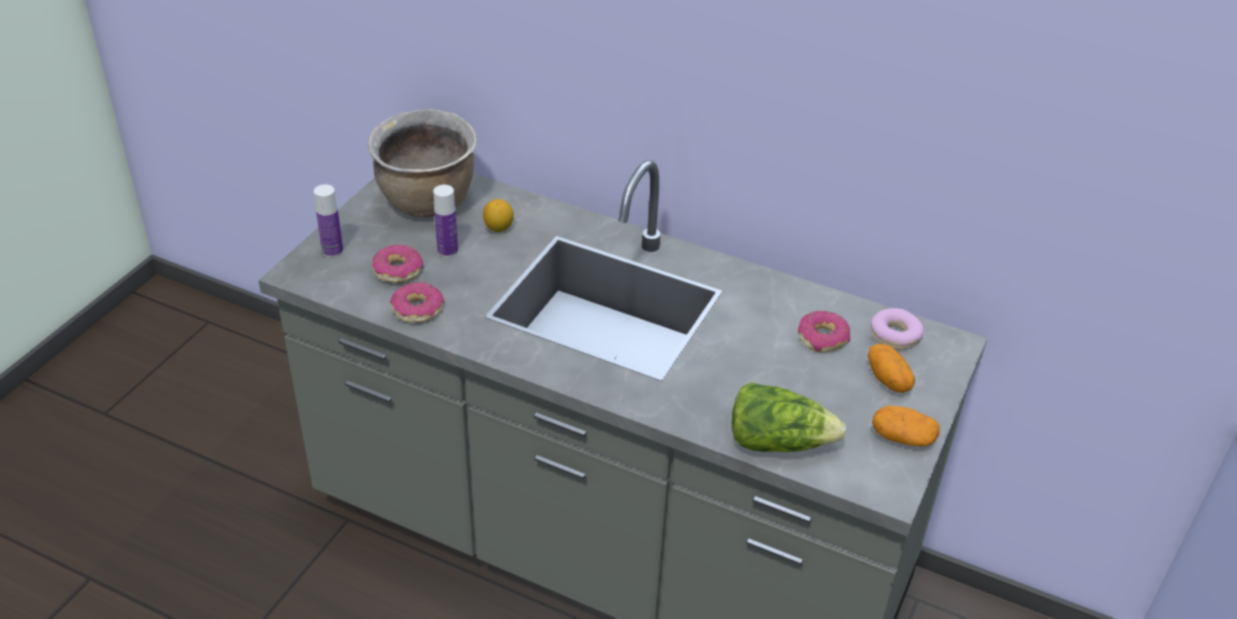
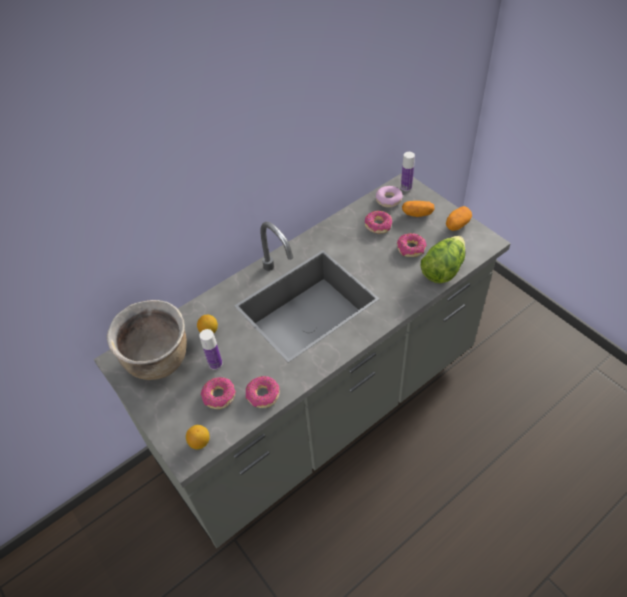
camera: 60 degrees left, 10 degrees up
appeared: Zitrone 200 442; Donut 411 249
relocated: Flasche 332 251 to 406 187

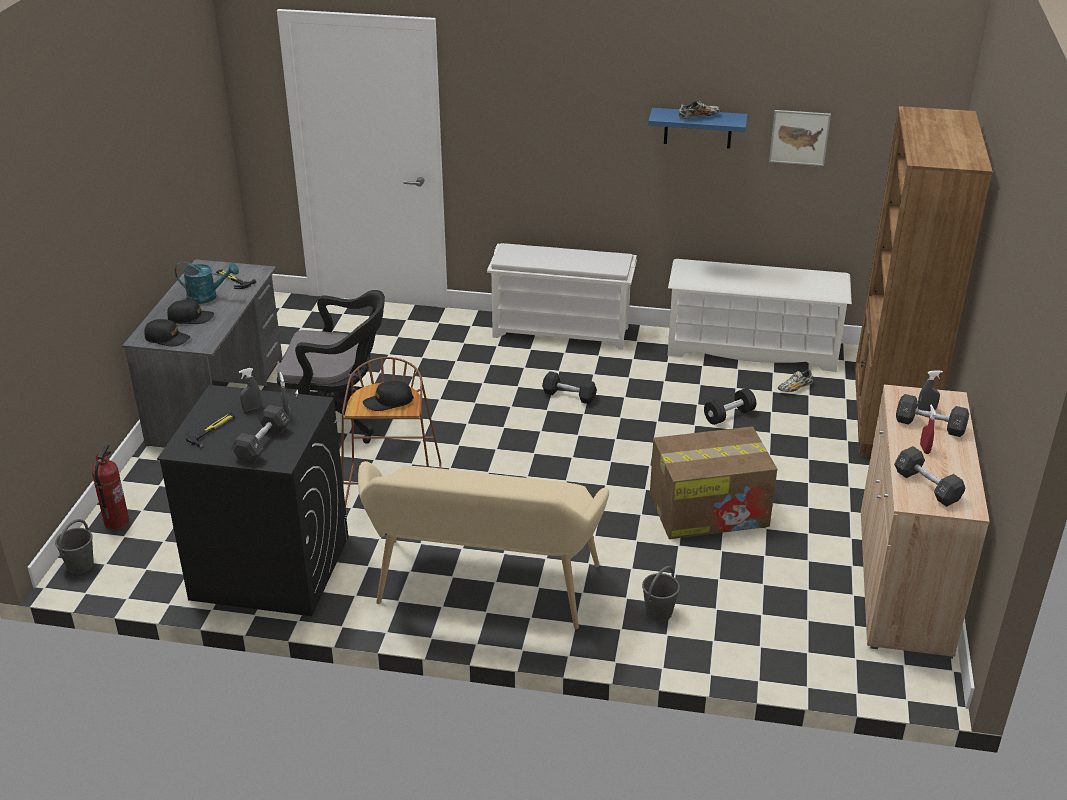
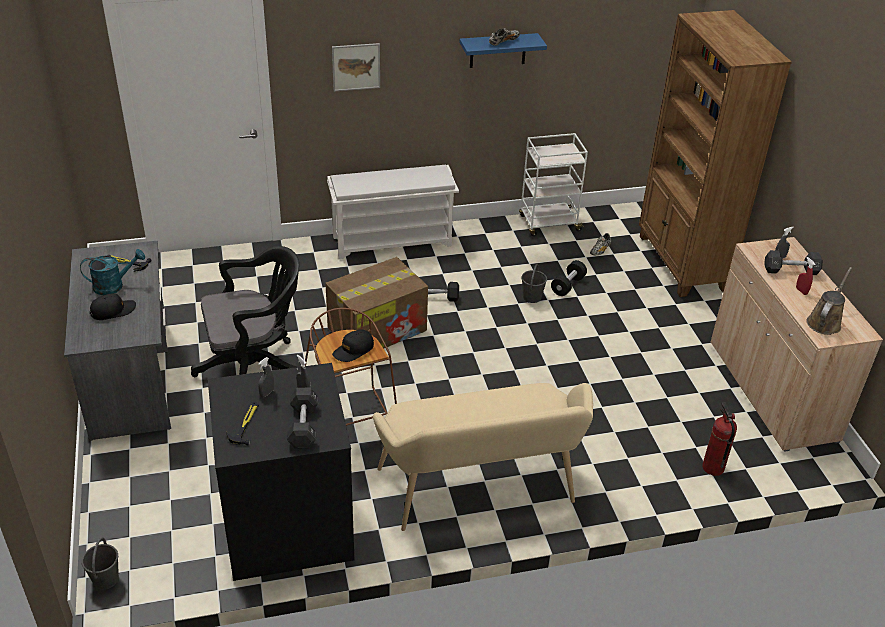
camera: 25 degrees left, 5 degrees up
missing: Kappe/schwarz 167 338
relocated: Feuerlöscher 116 522 to 712 467; Eimer/grau 658 612 to 532 297; Karton 710 510 to 378 328; Bild 799 137 to 356 67
exchanged: Schuhregal/weiß 752 349 to Rollwagen/weiß 548 223; Hantel/schwarz 927 486 to Gießkanne/braun 824 322

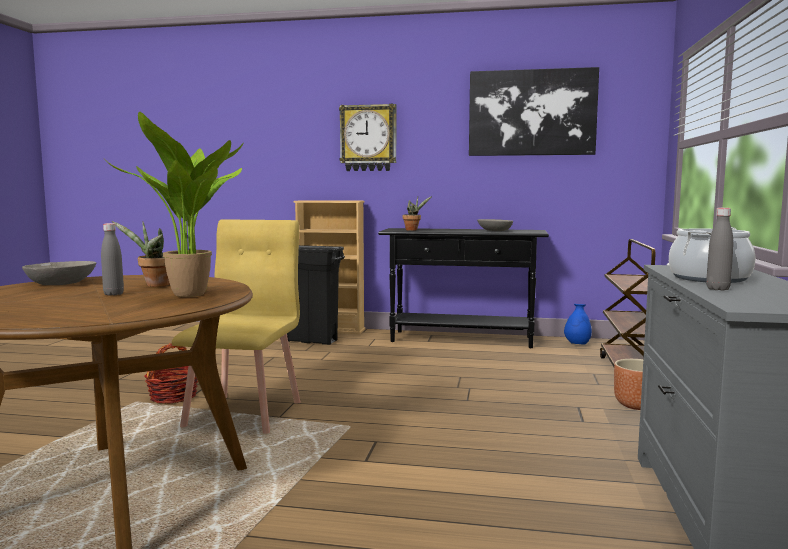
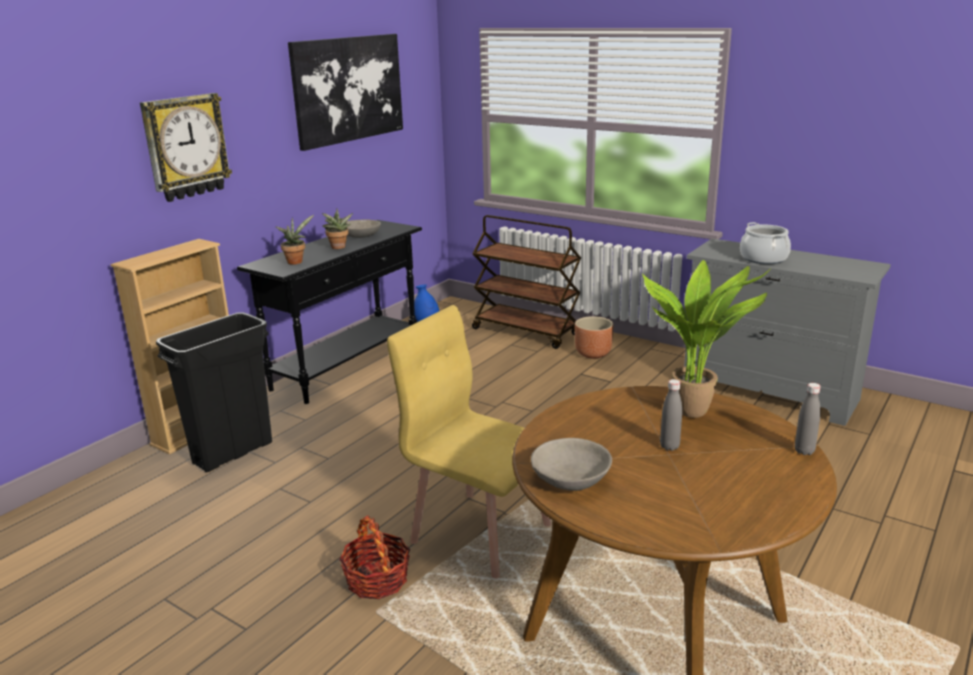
camera: 65 degrees left, 15 degrees up
relocated: Topfpflanze 154 285 to 338 248; Flasche/grau 717 289 to 804 451

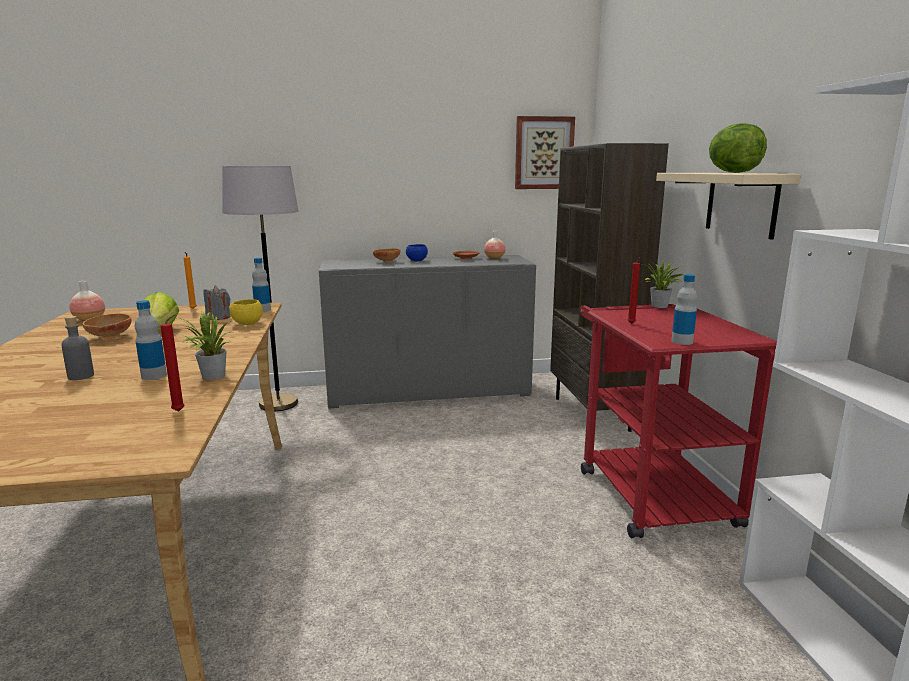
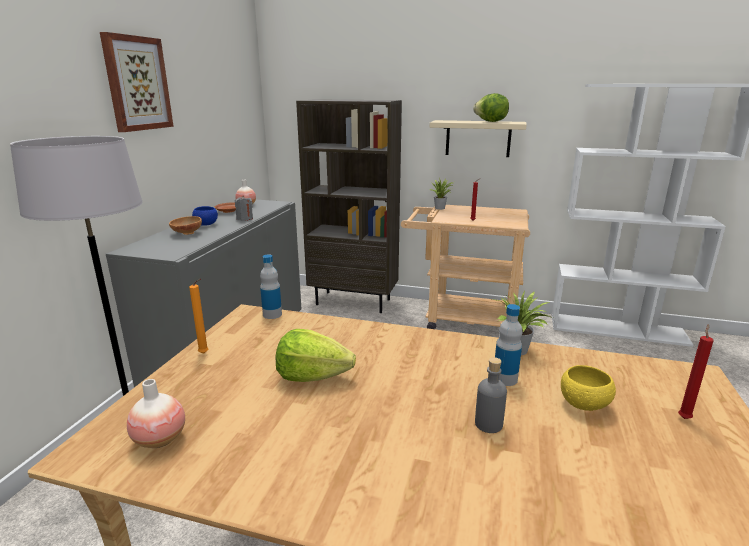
camera: 65 degrees left, 5 degrees up
missing: Schüssel/braun 109 337; Flasche 682 341
relocated: Kerze/rot 180 411 to 684 417; Kerze/grau 218 317 to 244 219; Schüssel/gelb 247 323 to 583 404; Bild 543 153 to 137 84
colour: Rollwagen/rot 649 490 to Rollwagen/beige 461 319

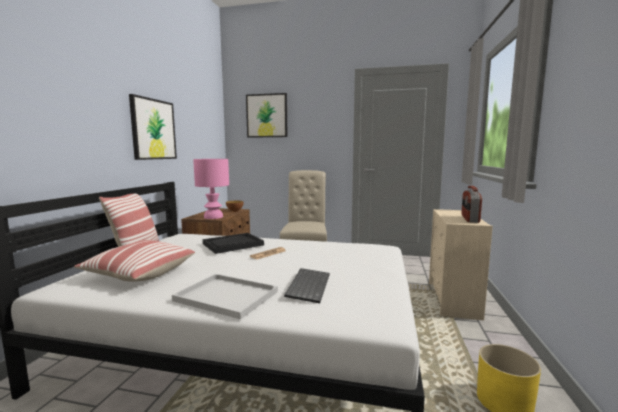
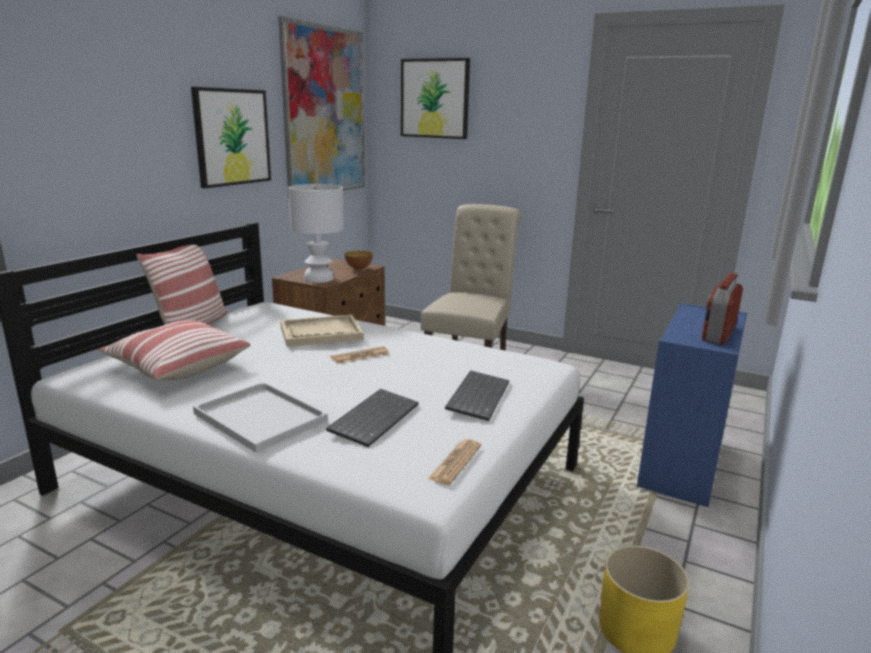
camera: 15 degrees right, 10 degrees up
appeared: Bild 325 112; Zeitung 455 462; Tastatur 477 396
colour: Tischlampe/rosa 214 217 to Tischlampe/weiß 319 278; Tablett/schwarz 233 244 to Tablett/beige 321 333; Kommode/beige 453 300 to Kommode/blau 681 464

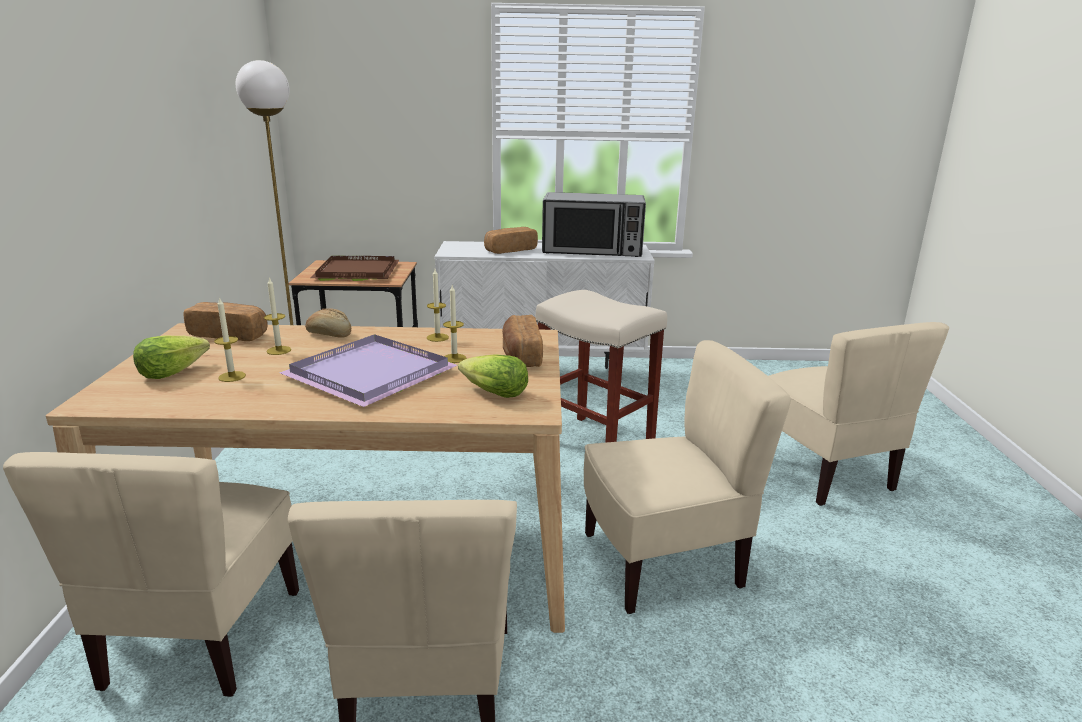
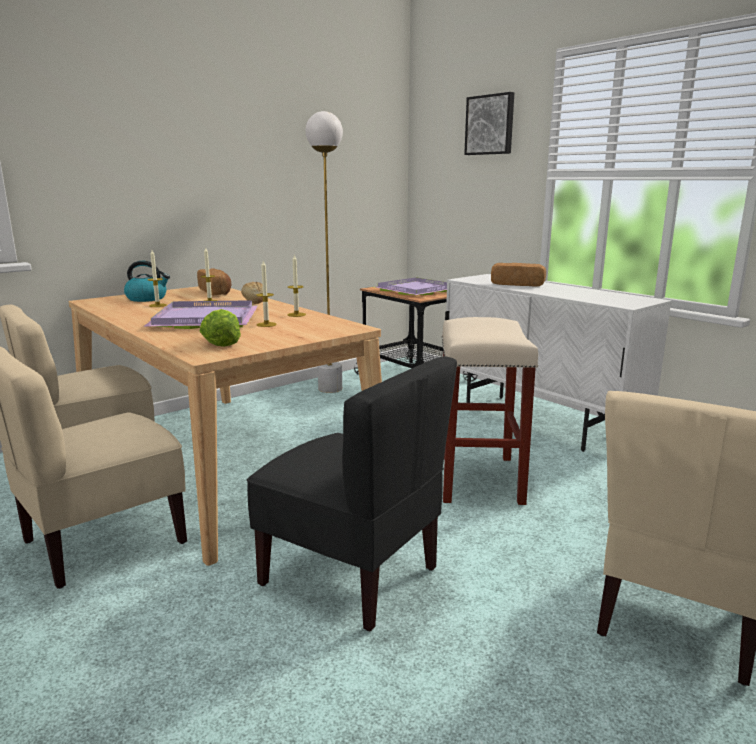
camera: 50 degrees right, 5 degrees down
missing: Brot 521 355; Mikrowelle 592 251
appeared: Bild 490 125
exchanged: Salatkopf 172 372 to Wasserkessel 147 298
colour: Tablett/braun 355 272 to Tablett/lila 414 290; Stuhl/beige 663 562 to Stuhl/schwarz 351 575

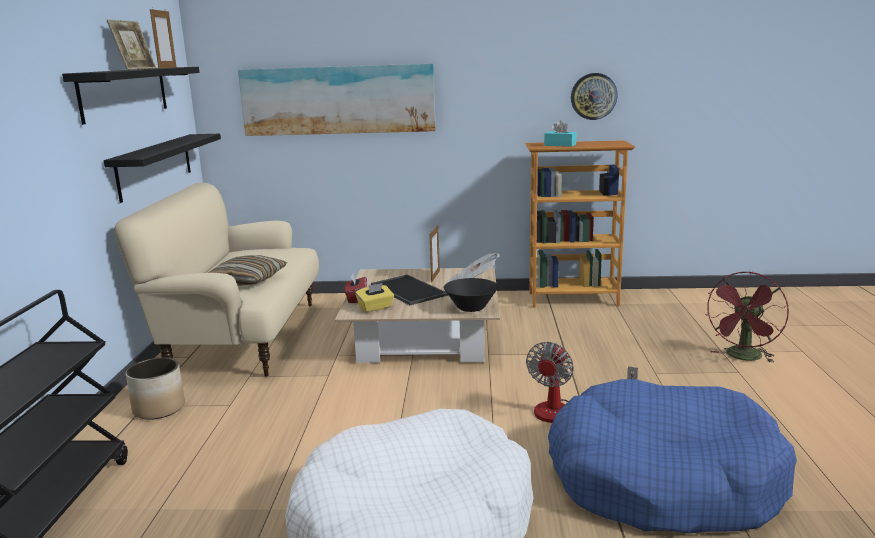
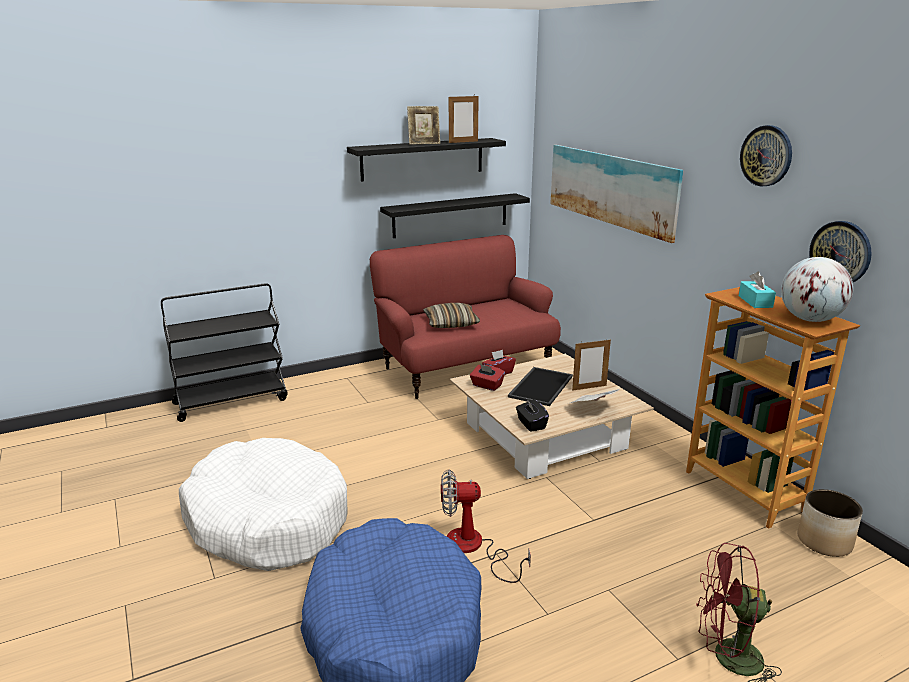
camera: 60 degrees right, 5 degrees up
appeared: Wanduhr 766 156; Globus 810 319
relocated: Pflanzkübel 159 408 to 824 541
exchanged: Schüssel/schwarz 471 308 to Taschentuchbox/schwarz 531 424
colour: Sofa/beige 243 337 to Sofa/rot 465 367; Taschentuchbox/gelb 375 308 to Taschentuchbox/rot 486 386

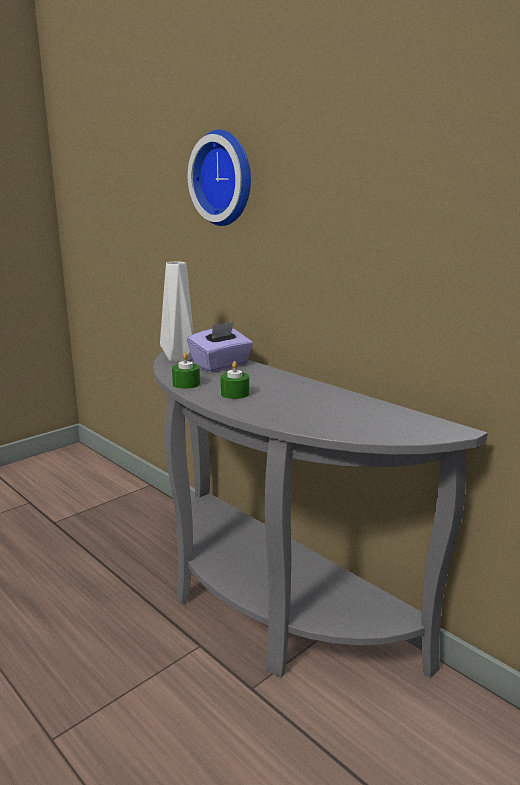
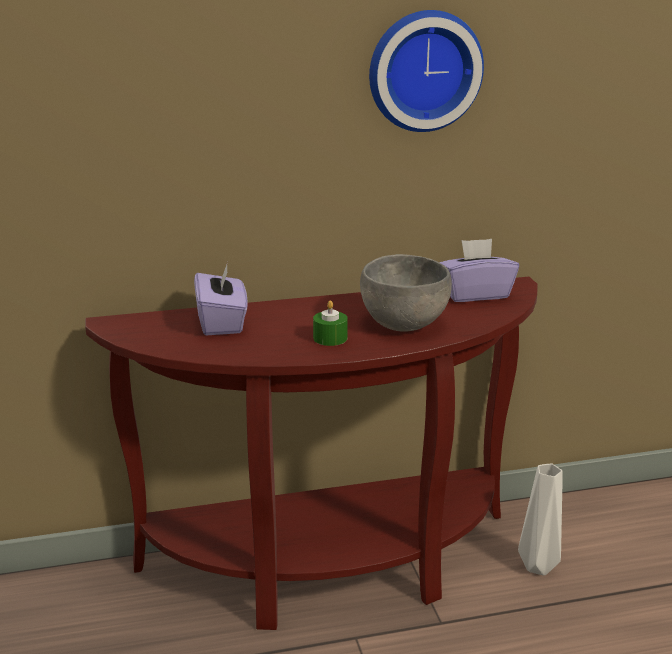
camera: 60 degrees left, 5 degrees up
missing: Kerze/grün 186 384
appeared: Schüssel/grau 403 325; Taschentuchbox/lila 475 294
relocated: Vase/grau 177 359 to 538 568; Wanduhr 225 178 to 423 70
colour: Konsolentisch/grau 267 605 to Konsolentisch/braun 333 569

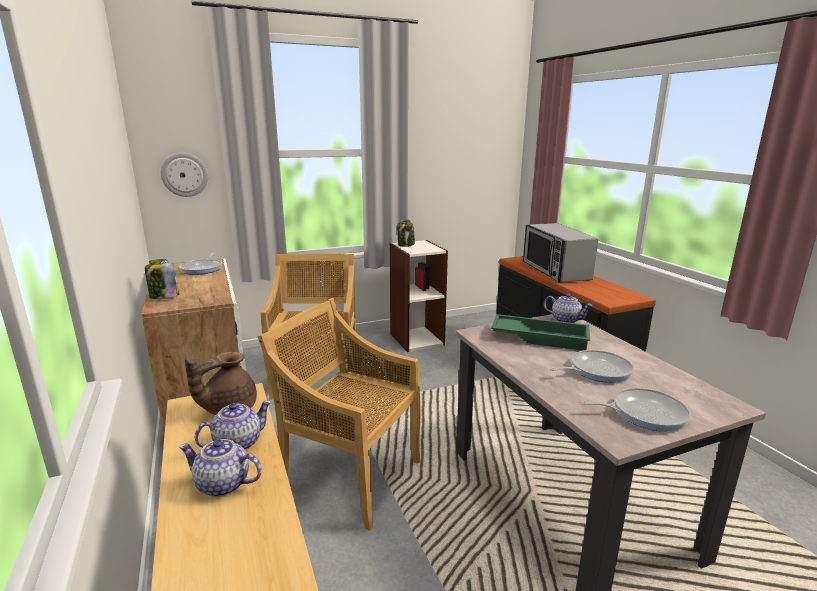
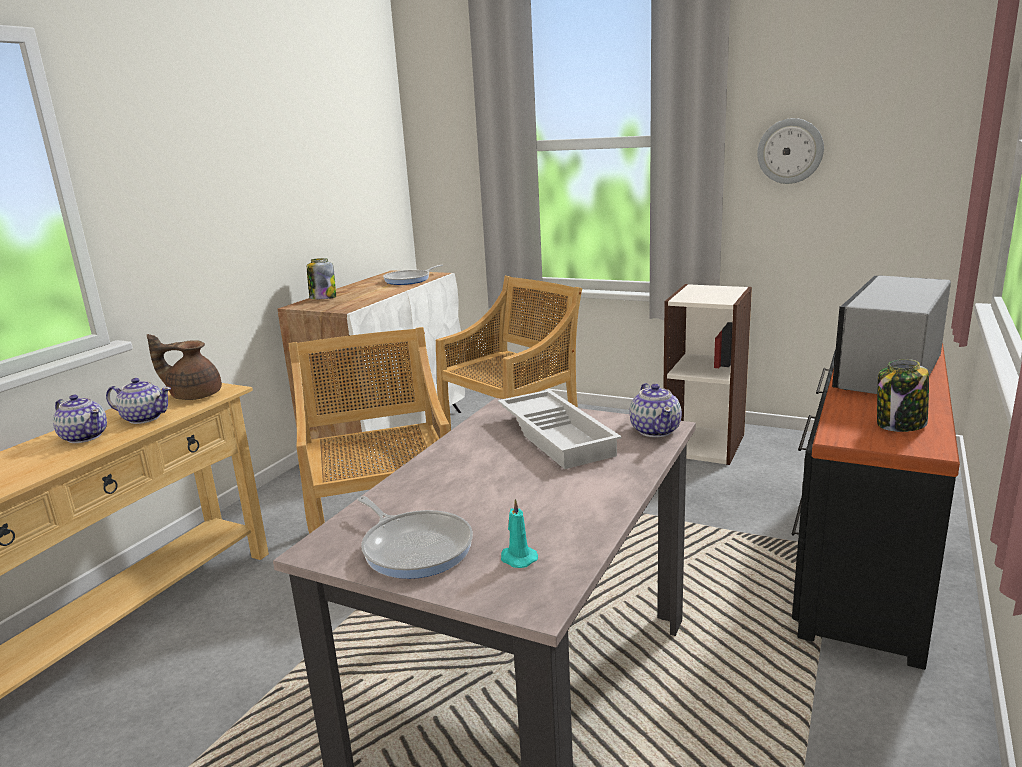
camera: 50 degrees right, 0 degrees up
missing: Pfanne 596 370
appeared: Kerze/türkis 517 558
relocated: Wanduhr 184 174 to 790 151; Vorratsglas 406 245 to 900 425
colour: Tablett/grün 540 337 to Tablett/weiß 558 436
spun: Teekanne 223 485 = 84 436 150 degrees clockwise

